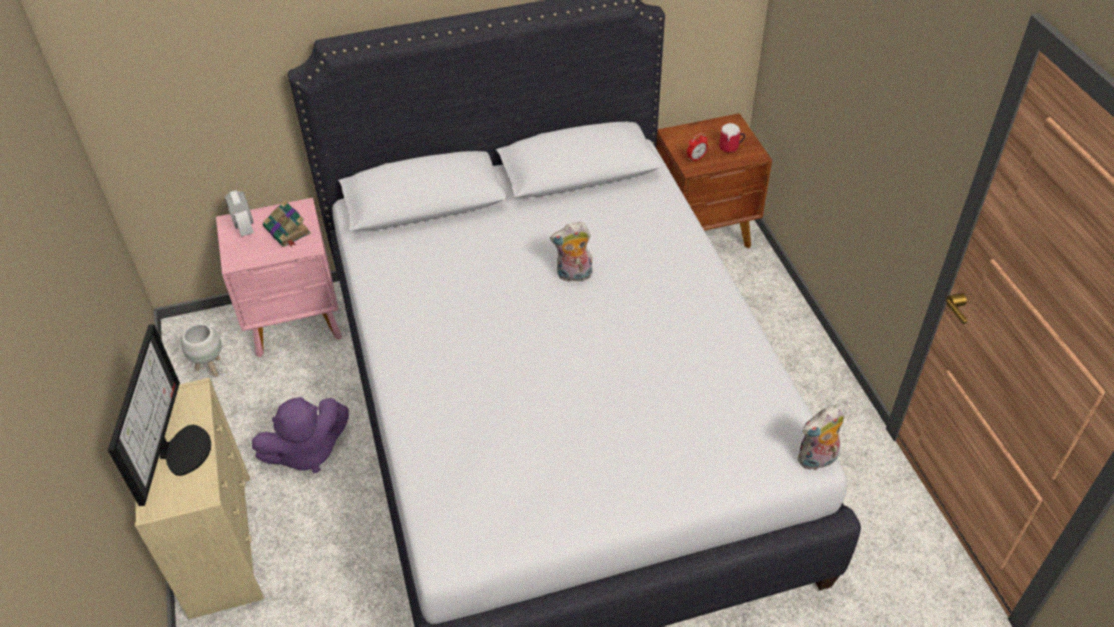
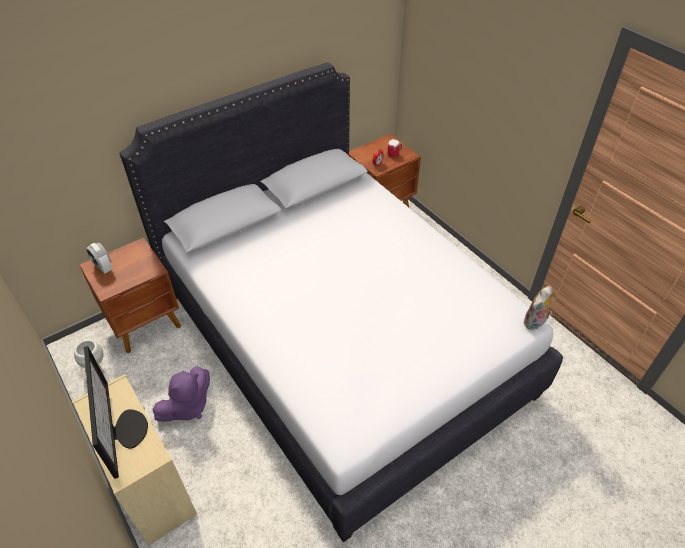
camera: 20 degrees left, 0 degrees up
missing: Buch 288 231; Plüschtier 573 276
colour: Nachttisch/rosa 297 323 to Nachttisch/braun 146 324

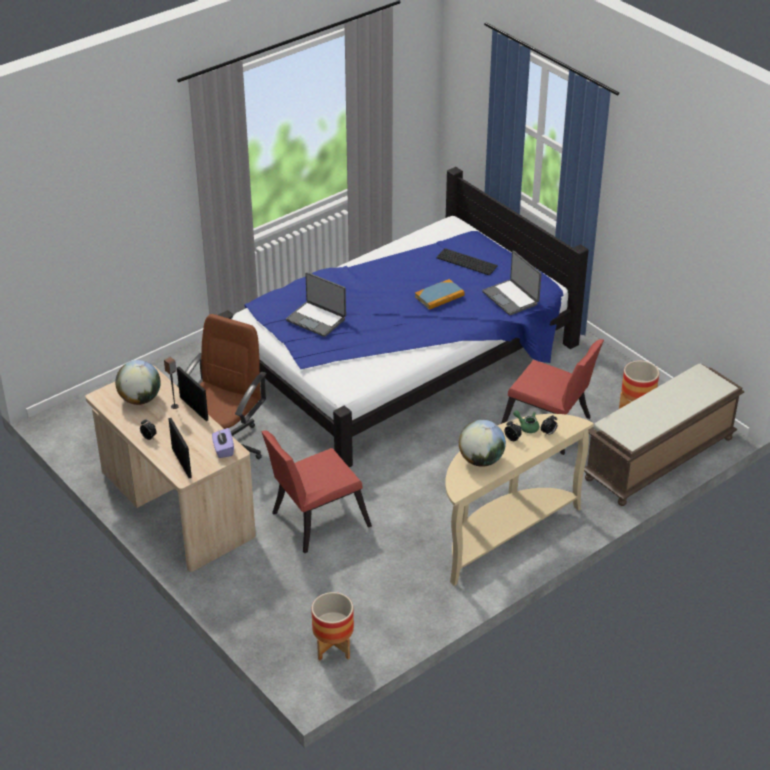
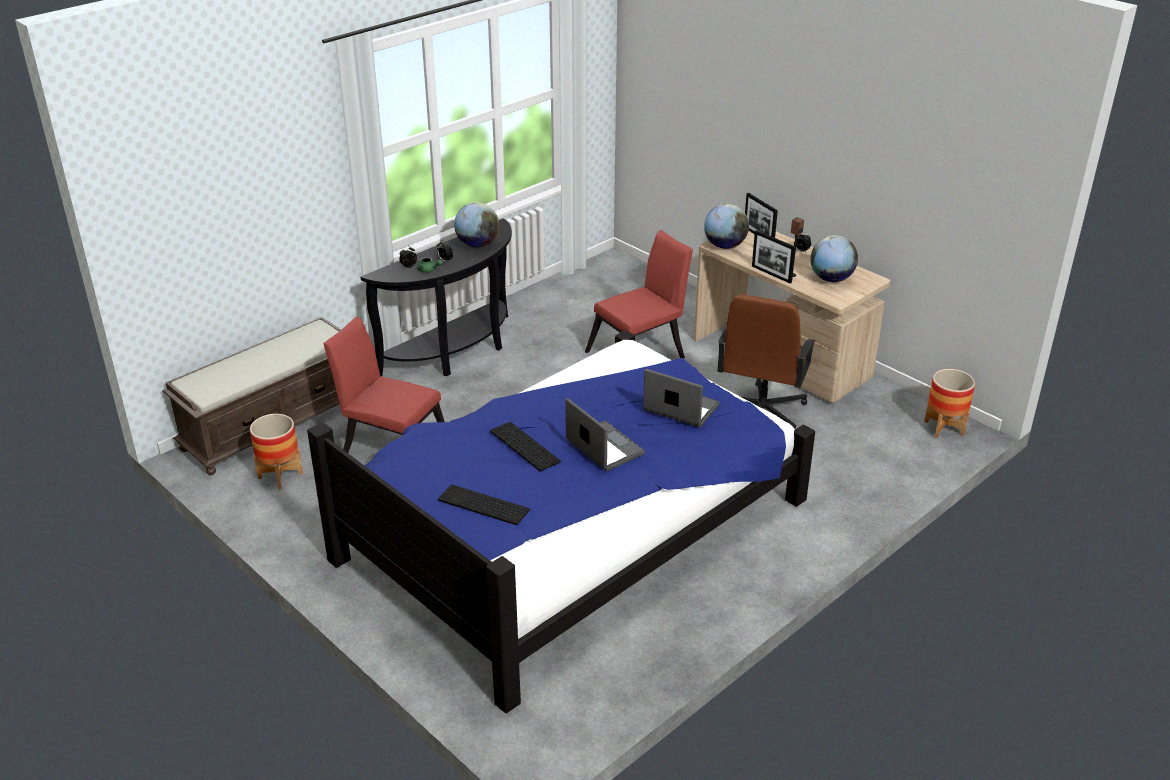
camera: 175 degrees right, 5 degrees down
relocated: Pflanzkübel 333 648 to 944 428; Laptop 511 298 to 603 448
exchanged: Taschentuchbox/lila 223 450 to Globus 724 246; Buch 439 296 to Tastatur 523 446
colour: Konsolentisch/beige 503 534 to Konsolentisch/schwarz 456 352

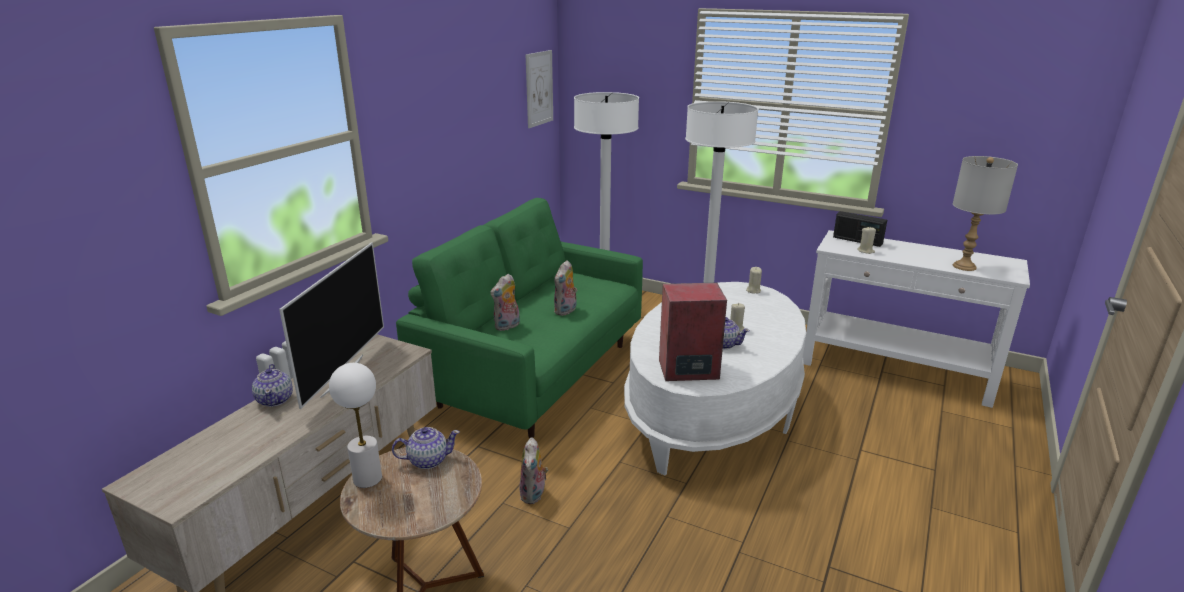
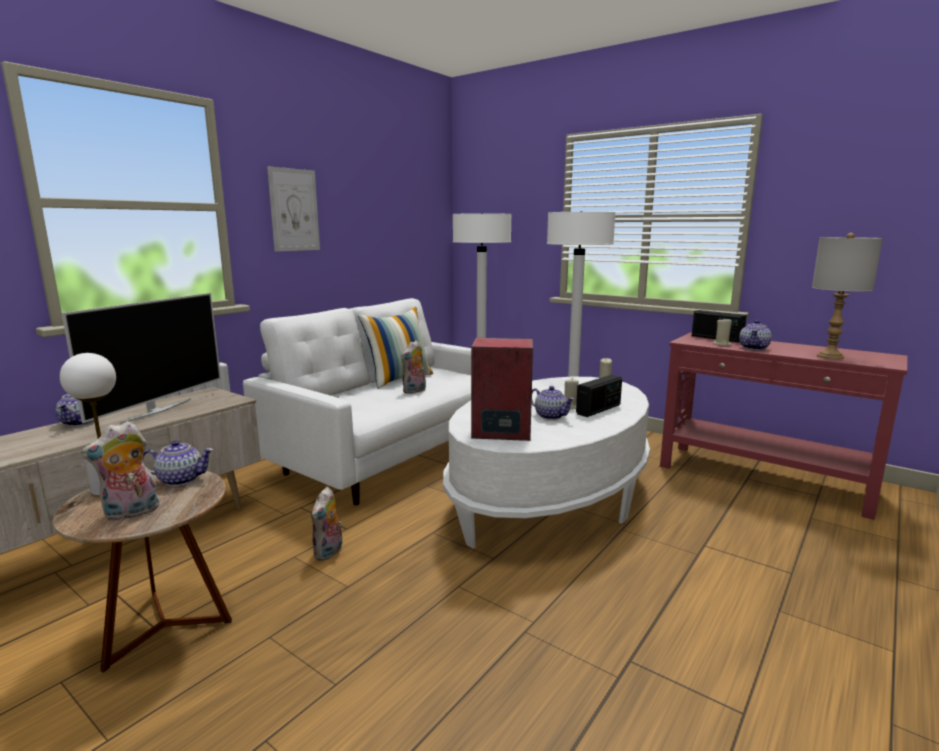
camera: 10 degrees right, 10 degrees down
appeared: Kissen 399 379; Radio 599 409; Teekanne 754 348
relocated: Plüschtier 507 326 to 131 513; Bild 539 88 to 294 210
colour: Sofa/grün 535 373 to Sofa/weiß 389 456; Konsolentisch/weiß 896 370 to Konsolentisch/rot 764 479

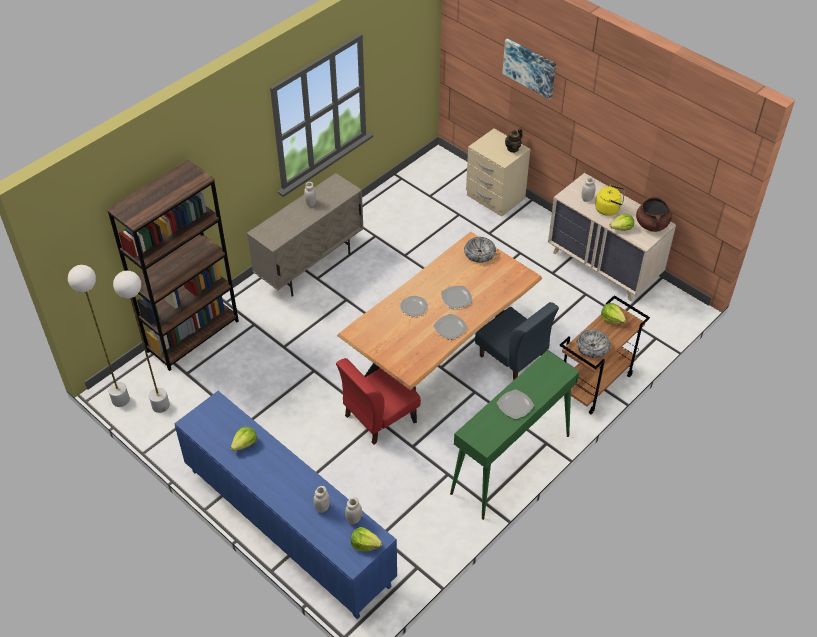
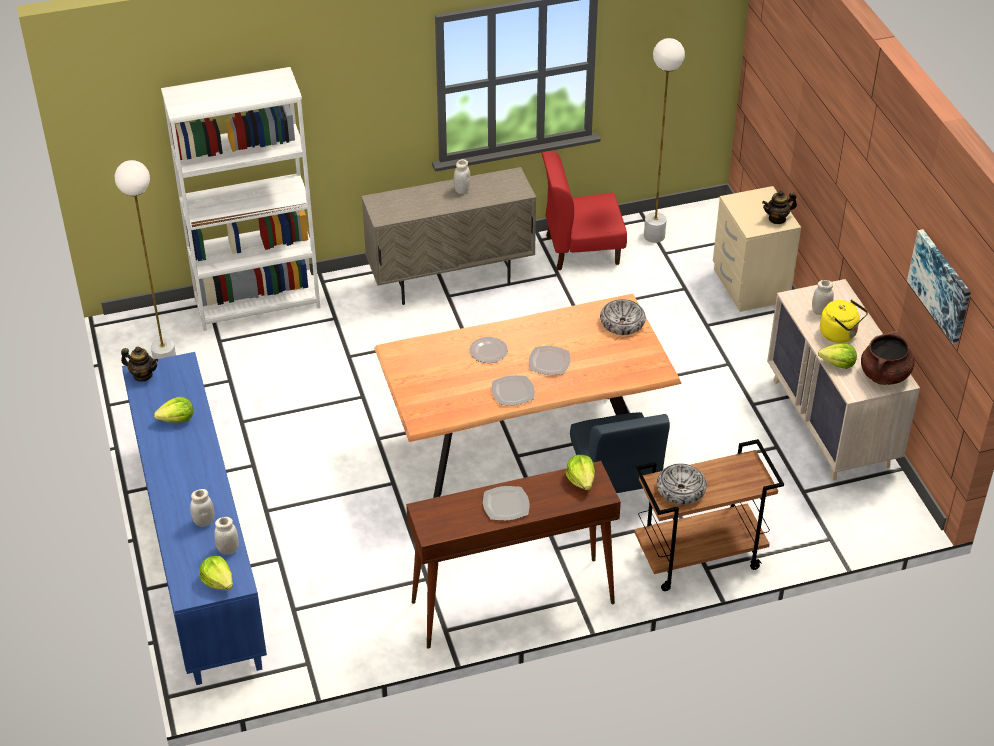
camera: 30 degrees right, 5 degrees down
appeared: Teekanne 142 375
relocated: Stehlampe/weiß 121 400 to 654 236; Stuhl/rot 379 416 to 581 249; Bild 530 67 to 941 285; Salatkopf 612 319 to 581 480
colour: Bücherregal/braun 193 335 to Bücherregal/weiß 258 303; Konsolentisch/grün 510 464 to Konsolentisch/braun 512 603

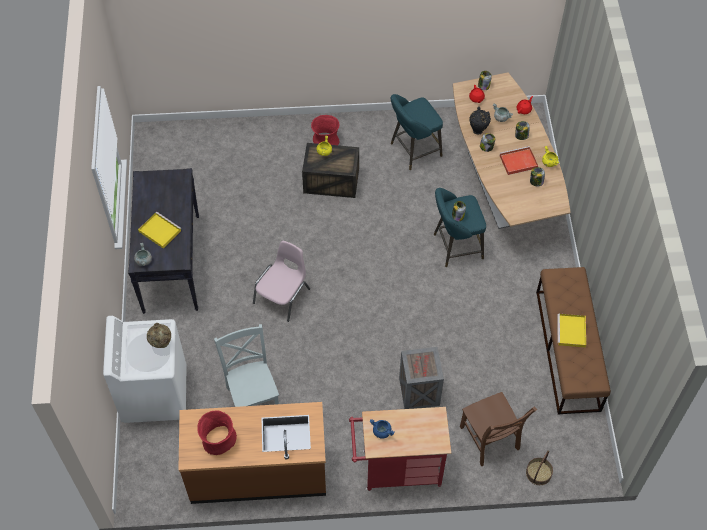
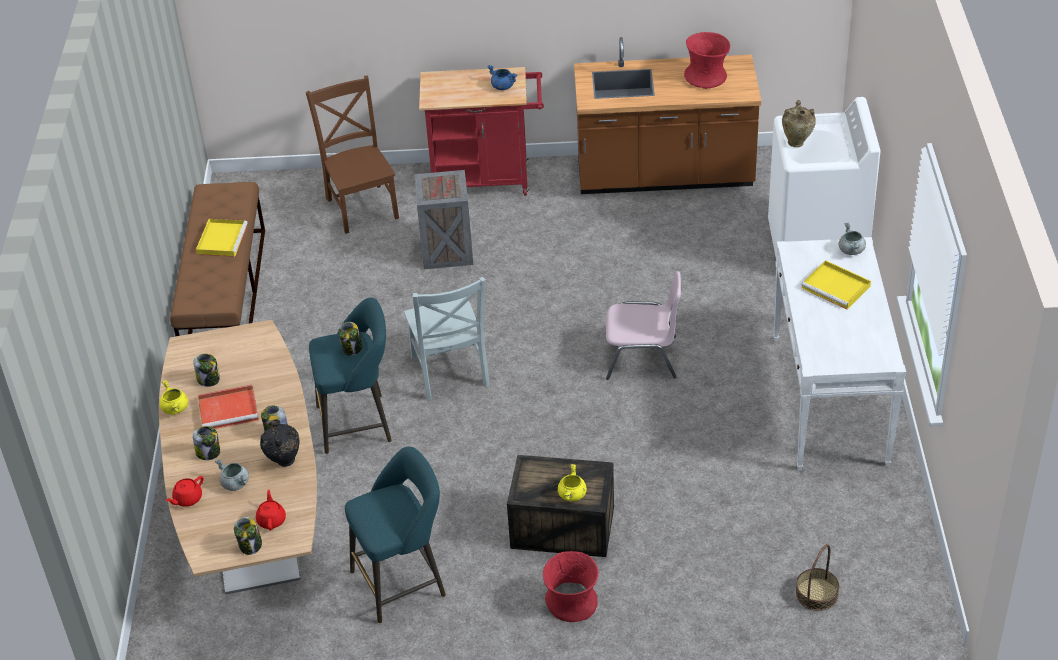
camera: 175 degrees left, 15 degrees down
relocated: Stuhl/grau 253 397 to 450 373; Korb 538 473 to 816 594
colour: Konsolentisch/schwarz 171 263 to Konsolentisch/weiß 830 400
spun: Stuhl/rosa 283 296 = 642 357 120 degrees counterclockwise

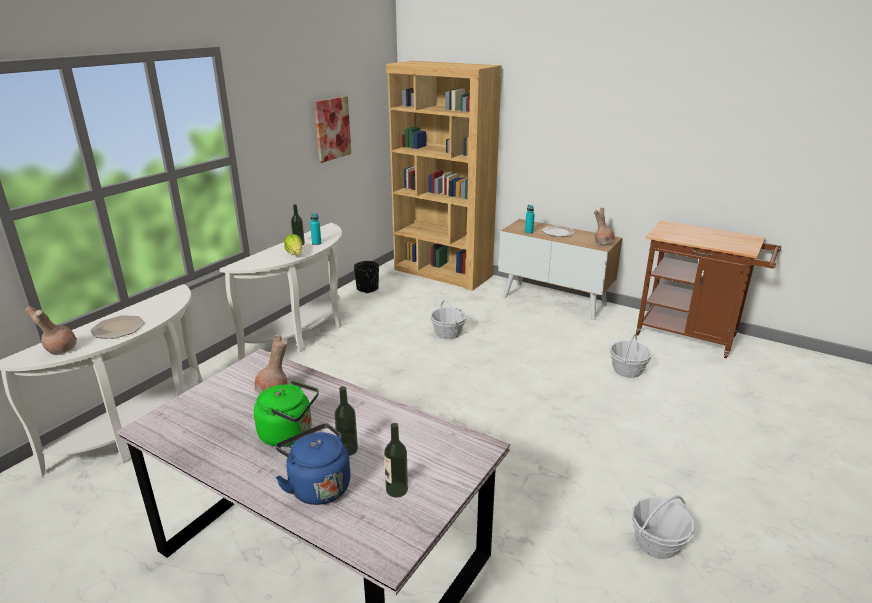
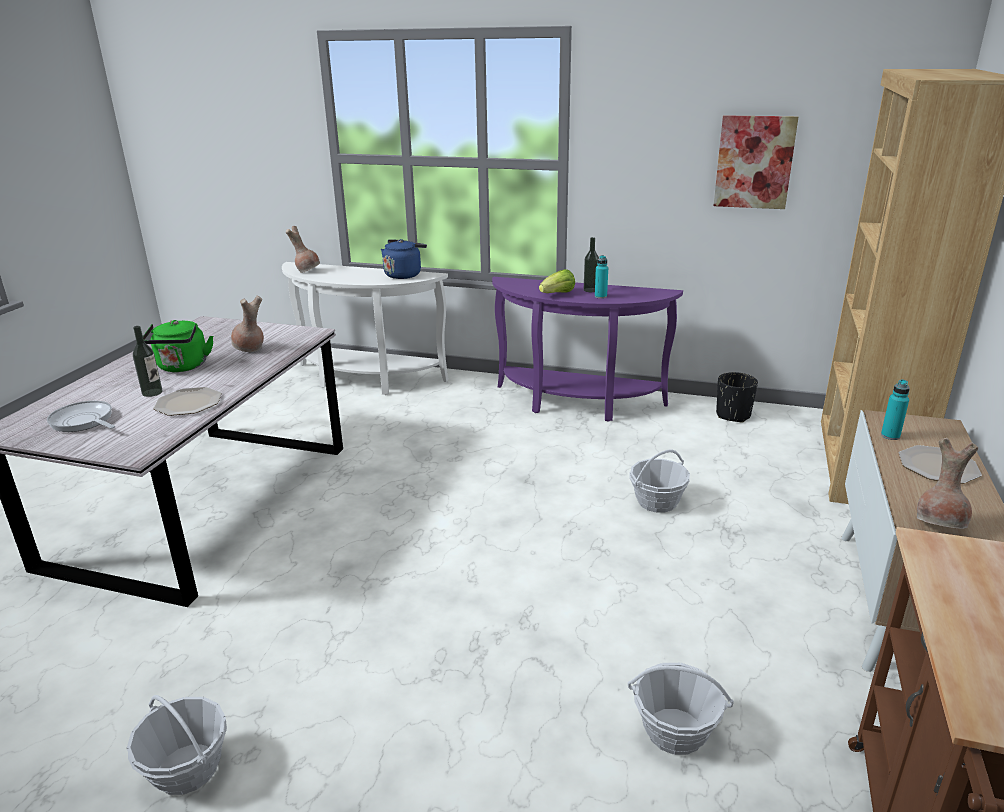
camera: 75 degrees right, 0 degrees up
relocated: Teller 118 328 to 189 403; Wasserkessel/blau 317 486 to 404 274
exchanged: Flasche 396 489 to Pfanne 83 421
colour: Konsolentisch/weiß 305 333 to Konsolentisch/lila 576 404

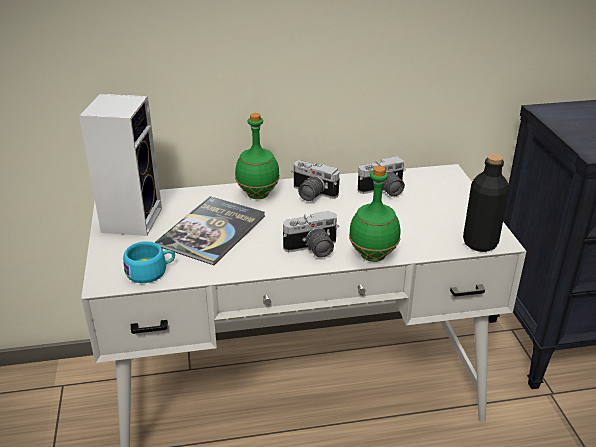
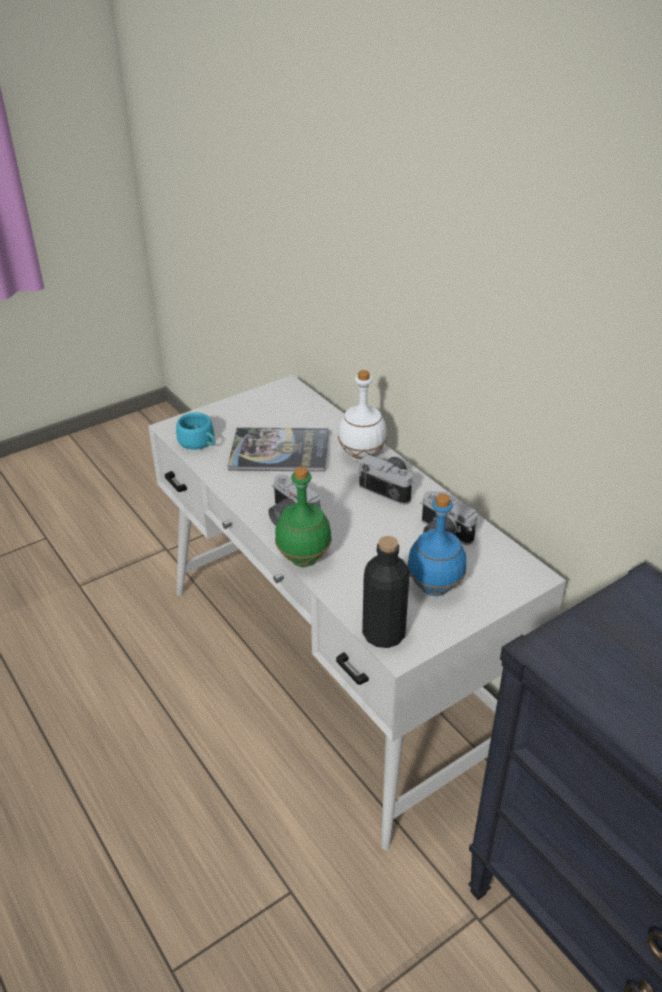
camera: 65 degrees right, 5 degrees up
missing: Lautsprecher 131 219
appeared: Flasche/blau 434 588
colour: Flasche/grün 258 195 to Flasche/weiß 361 456
spun: Kamera 311 194 = 390 487 120 degrees clockwise

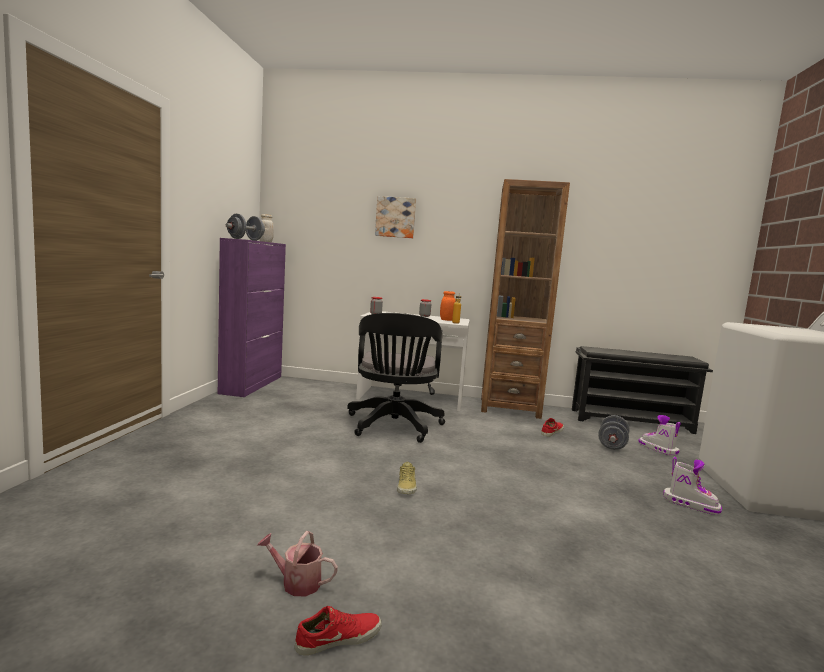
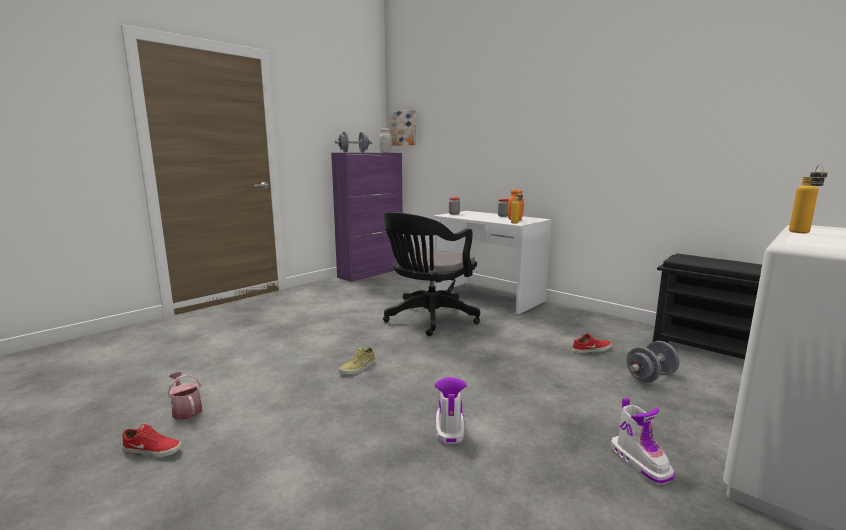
camera: 35 degrees right, 5 degrees up
missing: Bücherregal/braun 509 408
appeared: Flasche 802 233
relocated: Bild 395 217 to 404 128; Stiefel 657 449 to 449 427

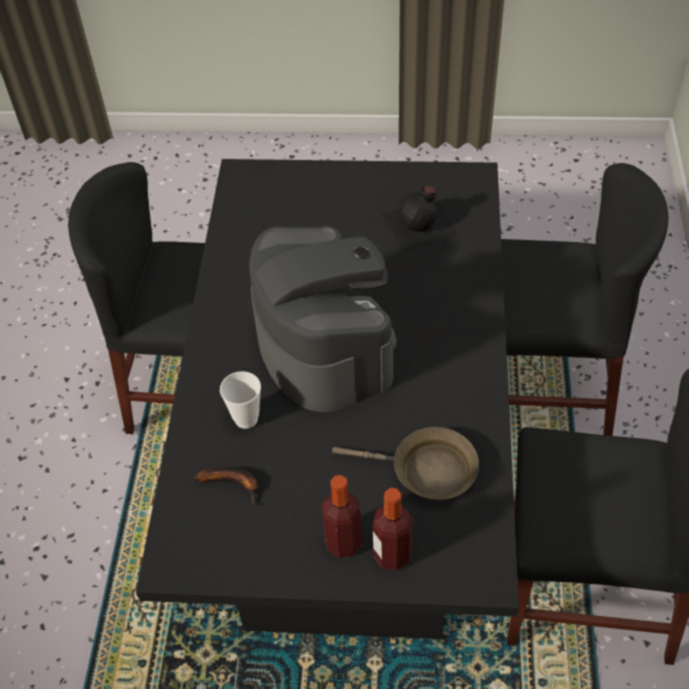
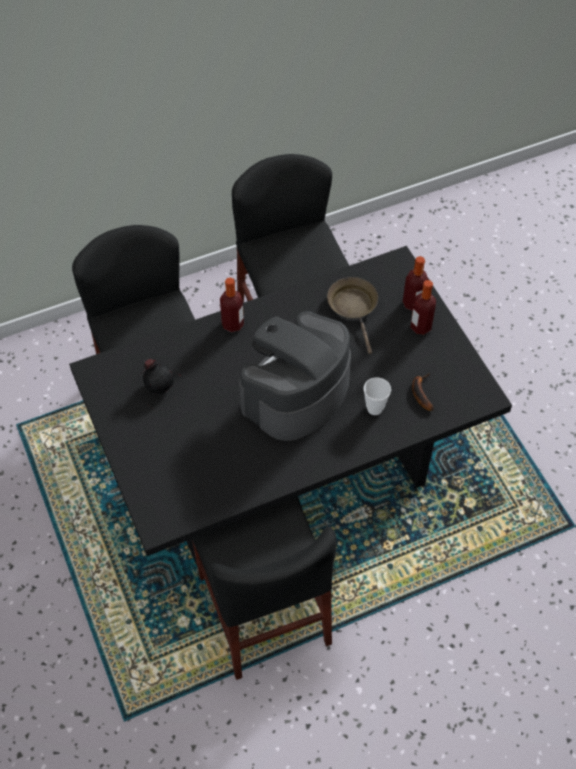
camera: 120 degrees left, 5 degrees up
appeared: Flasche 232 324

